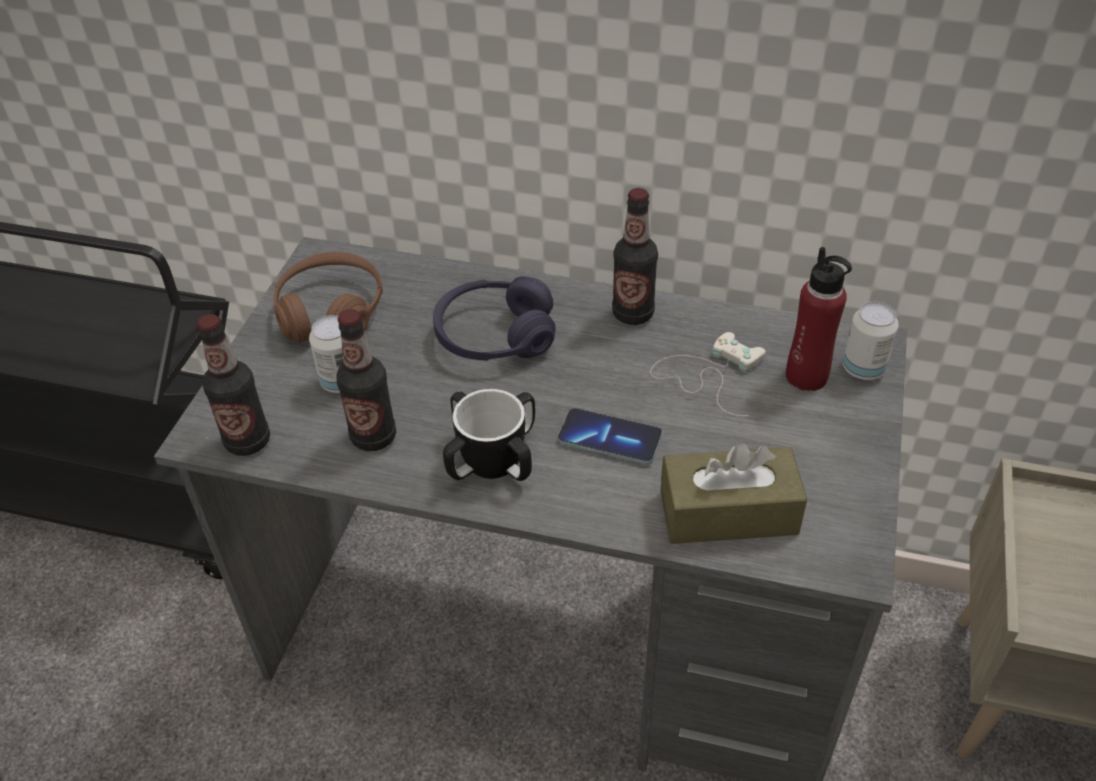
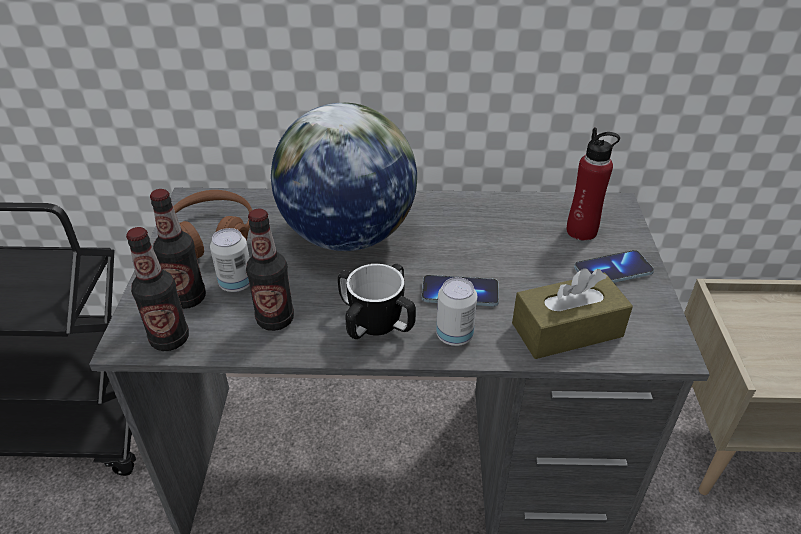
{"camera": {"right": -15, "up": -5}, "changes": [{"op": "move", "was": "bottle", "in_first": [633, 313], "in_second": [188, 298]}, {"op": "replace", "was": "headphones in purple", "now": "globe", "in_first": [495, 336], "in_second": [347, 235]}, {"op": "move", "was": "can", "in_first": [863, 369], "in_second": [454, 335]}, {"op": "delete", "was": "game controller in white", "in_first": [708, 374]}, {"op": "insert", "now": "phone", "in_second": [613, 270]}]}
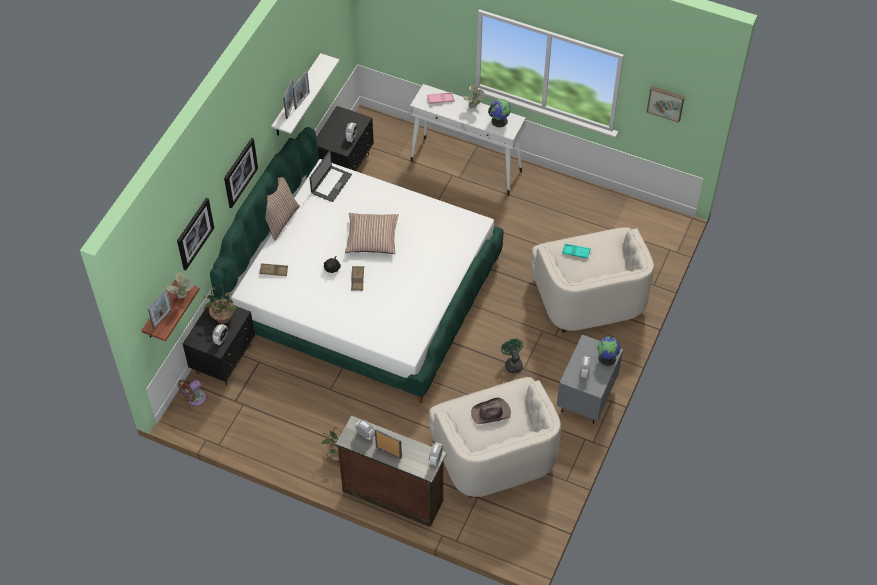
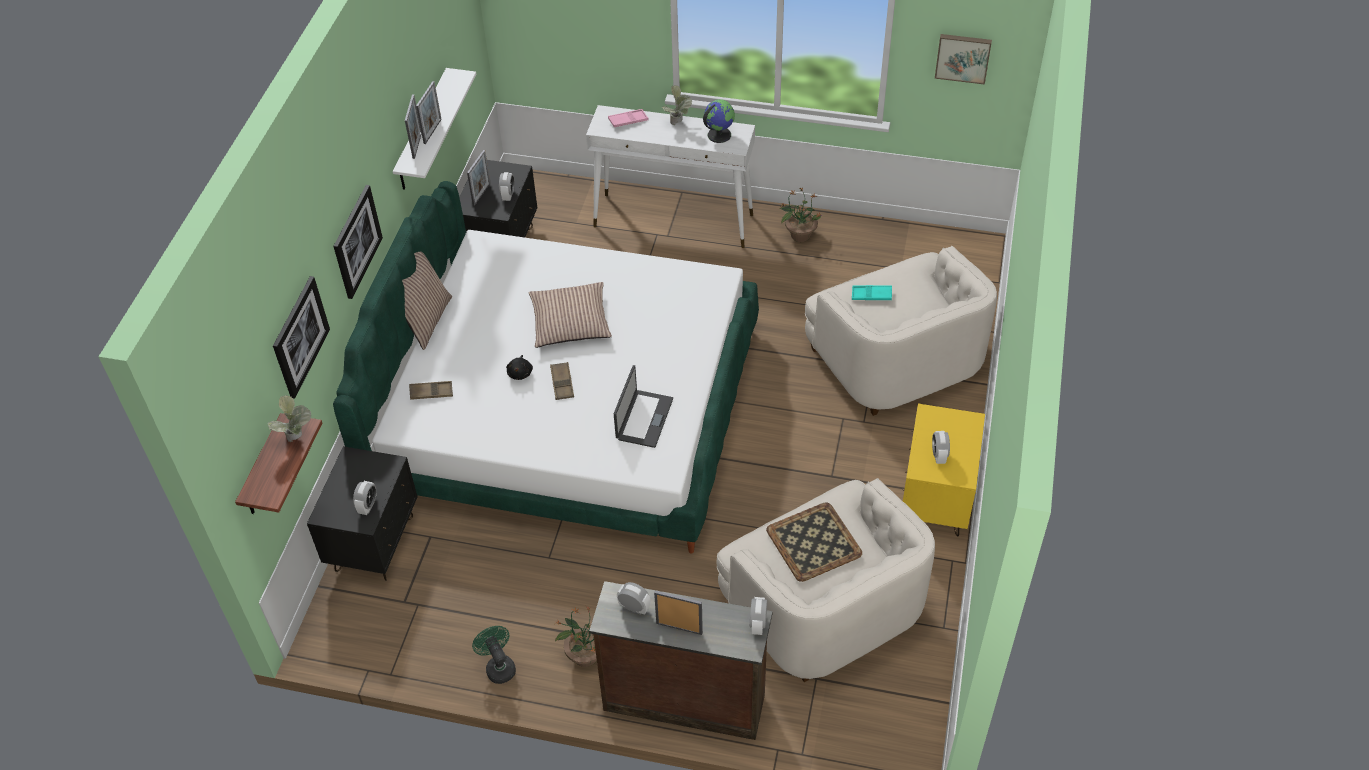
{"camera": {"right": -10, "up": -5}, "changes": [{"op": "move", "was": "laptop", "in_first": [331, 184], "in_second": [643, 419]}, {"op": "move", "was": "potted plant", "in_first": [223, 317], "in_second": [800, 235]}, {"op": "move", "was": "picture frame", "in_first": [162, 318], "in_second": [481, 194]}, {"op": "recolor", "was": "nightstand in grey", "now": "nightstand in yellow", "in_first": [586, 398], "in_second": [936, 501]}, {"op": "delete", "was": "globe", "in_first": [607, 358]}, {"op": "move", "was": "fan in green", "in_first": [512, 363], "in_second": [498, 666]}, {"op": "delete", "was": "fan in brown", "in_first": [194, 399]}, {"op": "replace", "was": "hat in brown", "now": "tray", "in_first": [491, 413], "in_second": [815, 542]}]}
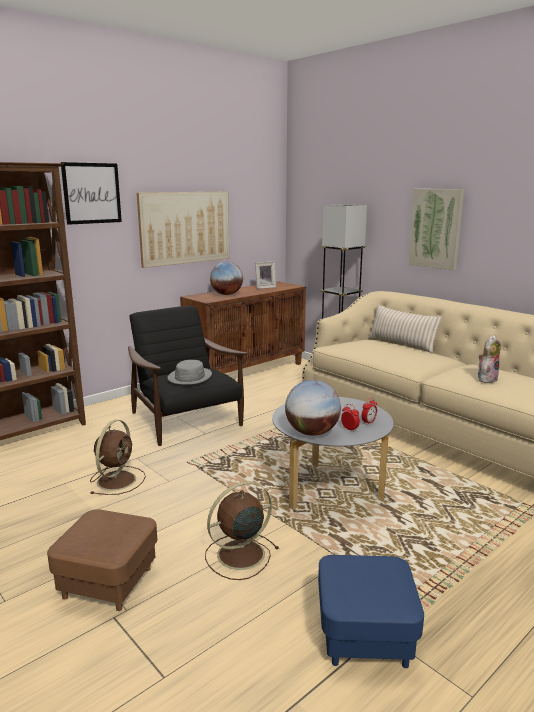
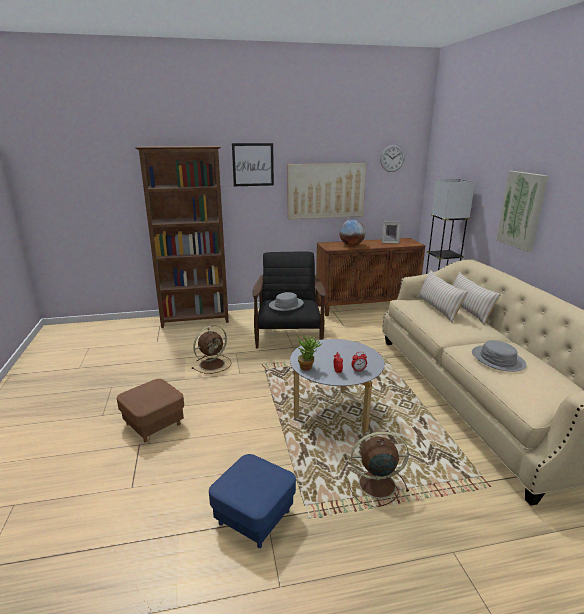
{"camera": {"right": 30, "up": 5}, "changes": [{"op": "replace", "was": "plush toy", "now": "hat in grey", "in_first": [486, 379], "in_second": [497, 359]}, {"op": "replace", "was": "globe", "now": "potted plant", "in_first": [312, 433], "in_second": [308, 367]}, {"op": "move", "was": "fan in brown", "in_first": [239, 555], "in_second": [375, 484]}, {"op": "insert", "now": "wall clock", "in_second": [392, 158]}, {"op": "insert", "now": "pillow in beige", "in_second": [438, 309]}]}
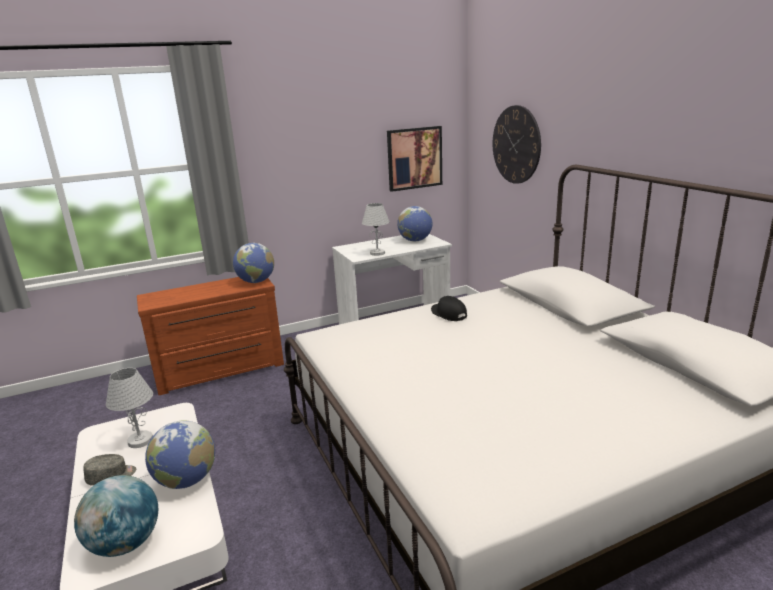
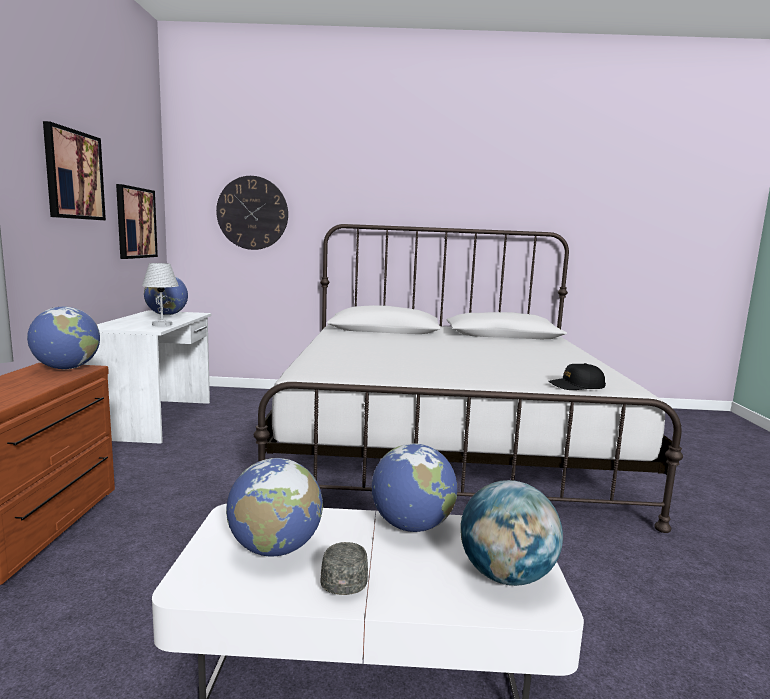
{"camera": {"right": -65, "up": -10}, "changes": [{"op": "move", "was": "cap in black", "in_first": [448, 314], "in_second": [576, 386]}, {"op": "replace", "was": "table lamp in white", "now": "globe", "in_first": [140, 441], "in_second": [275, 549]}, {"op": "insert", "now": "picture", "in_second": [74, 175]}]}
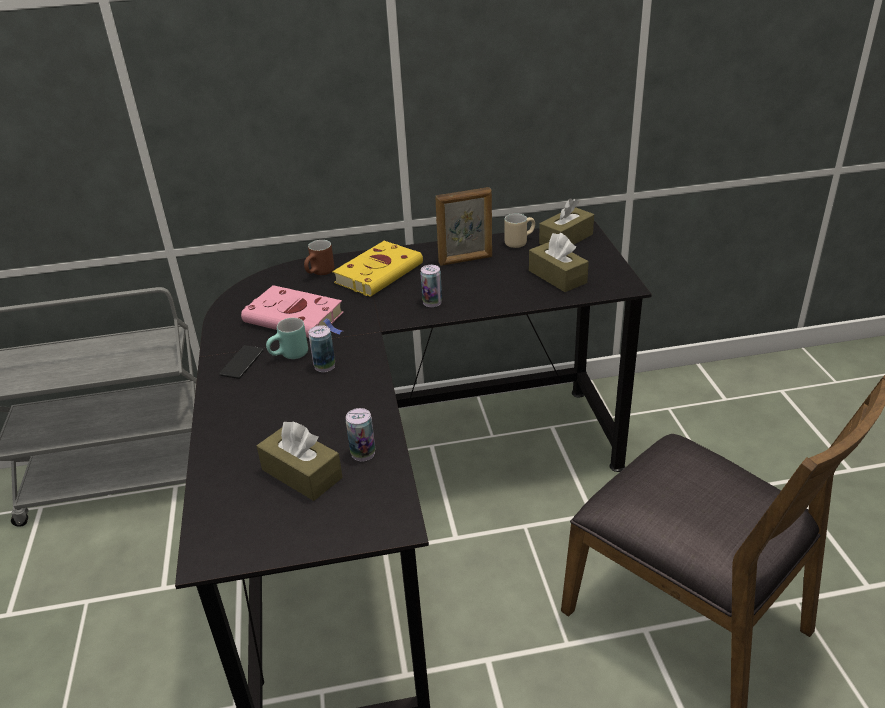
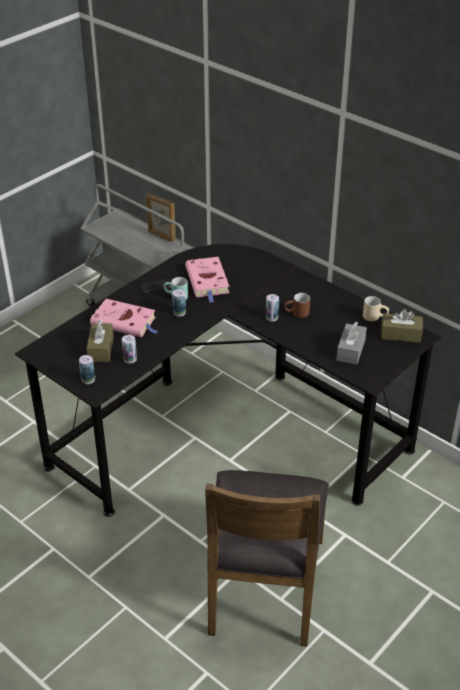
{"camera": {"right": 50, "up": 5}, "changes": [{"op": "move", "was": "picture frame", "in_first": [466, 260], "in_second": [161, 236]}, {"op": "recolor", "was": "tissue box in brown", "now": "tissue box in grey", "in_first": [557, 277], "in_second": [350, 350]}, {"op": "move", "was": "mug in brown", "in_first": [321, 273], "in_second": [297, 315]}, {"op": "delete", "was": "book in yellow", "in_first": [380, 272]}, {"op": "insert", "now": "book in pink", "in_second": [125, 322]}, {"op": "insert", "now": "can", "in_second": [88, 379]}]}
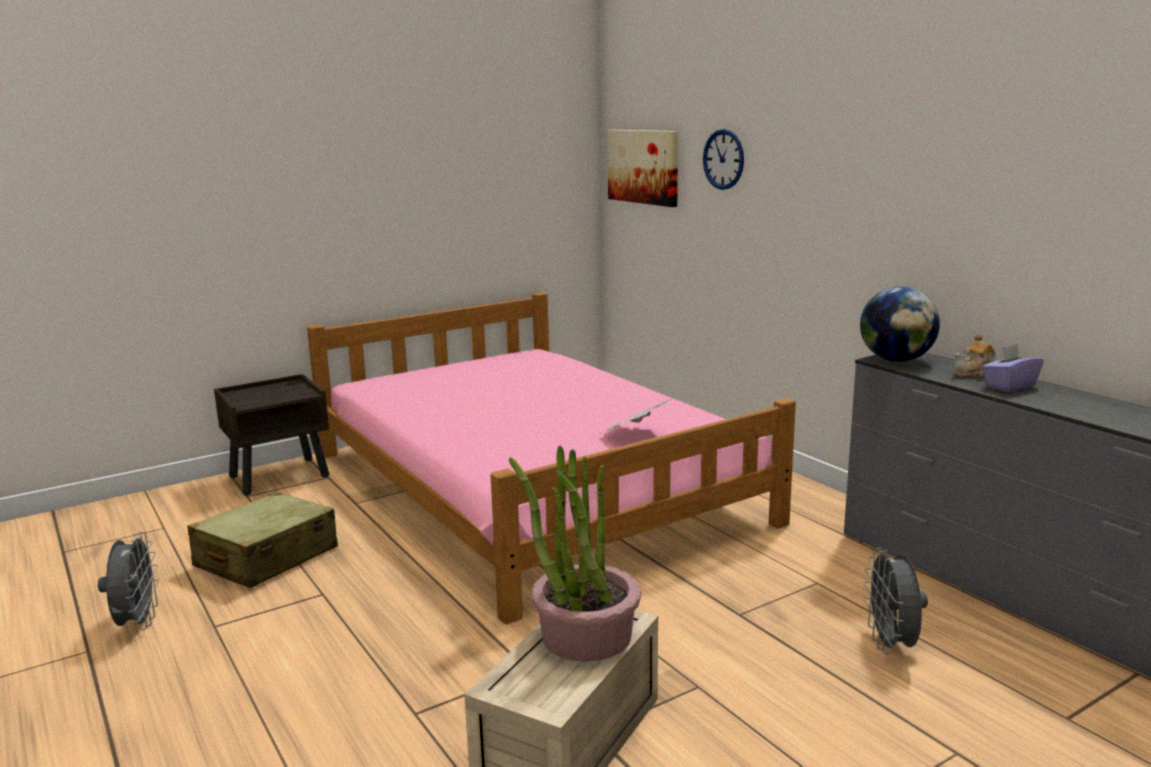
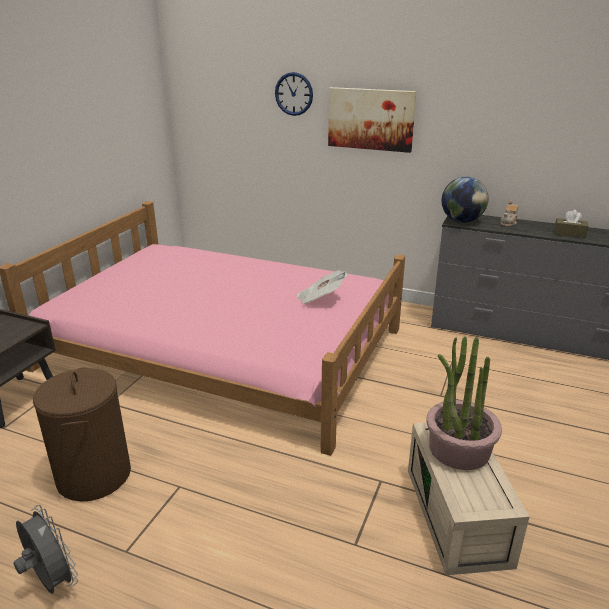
{"camera": {"right": -35, "up": 10}, "changes": [{"op": "move", "was": "picture", "in_first": [643, 166], "in_second": [371, 119]}, {"op": "delete", "was": "tissue box in purple", "in_first": [1009, 386]}, {"op": "replace", "was": "suitcase in beige", "now": "laundry basket in brown", "in_first": [266, 558], "in_second": [94, 476]}, {"op": "delete", "was": "fan in grey", "in_first": [891, 645]}, {"op": "insert", "now": "tissue box in brown", "in_second": [569, 234]}]}
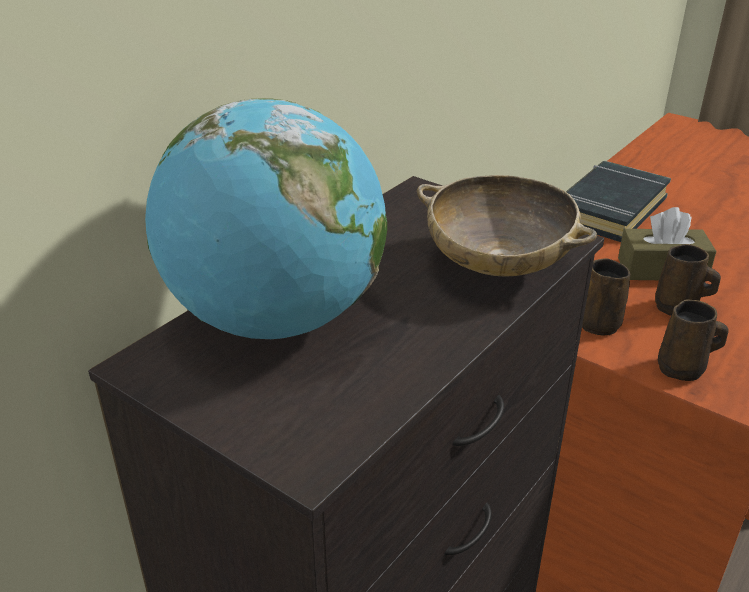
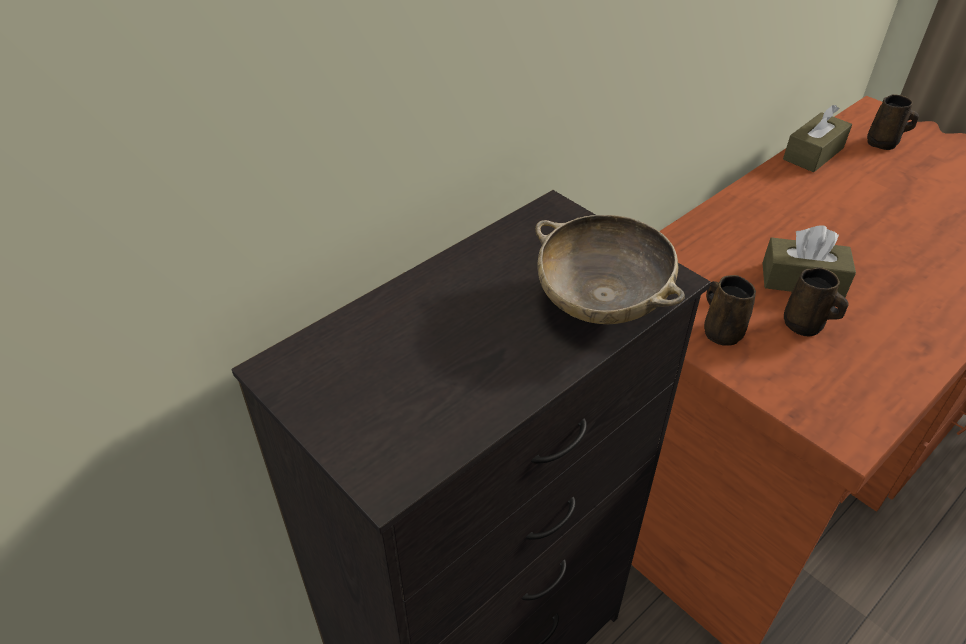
{"camera": {"right": 10, "up": 10}, "changes": [{"op": "delete", "was": "globe", "in_first": [276, 320]}, {"op": "delete", "was": "book in black", "in_first": [609, 209]}, {"op": "move", "was": "mug in brown", "in_first": [683, 369], "in_second": [883, 144]}, {"op": "insert", "now": "tissue box in brown", "in_second": [813, 153]}]}
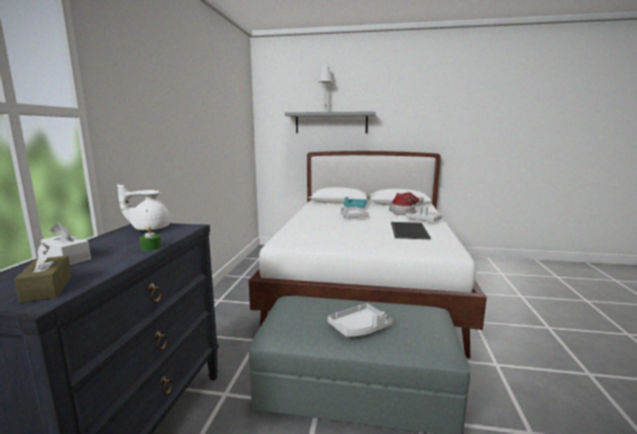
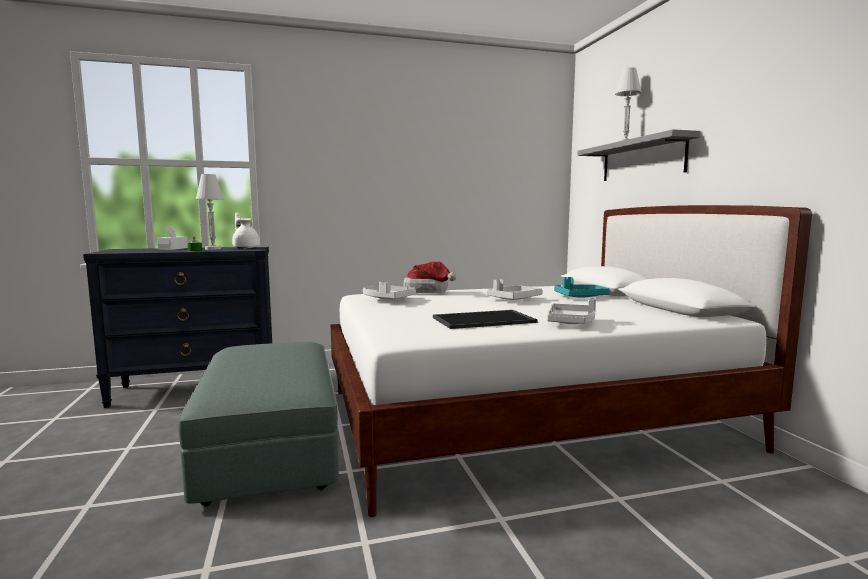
{"camera": {"right": 65, "up": -5}, "changes": [{"op": "move", "was": "hat", "in_first": [403, 212], "in_second": [429, 291]}, {"op": "delete", "was": "tissue box in brown", "in_first": [47, 288]}, {"op": "move", "was": "tray in grey", "in_first": [360, 328], "in_second": [387, 299]}, {"op": "insert", "now": "table lamp in white", "in_second": [213, 249]}]}
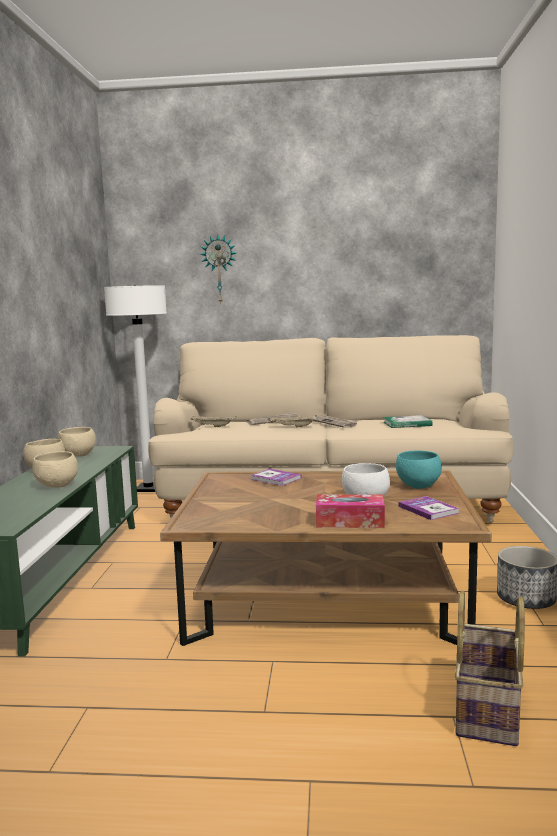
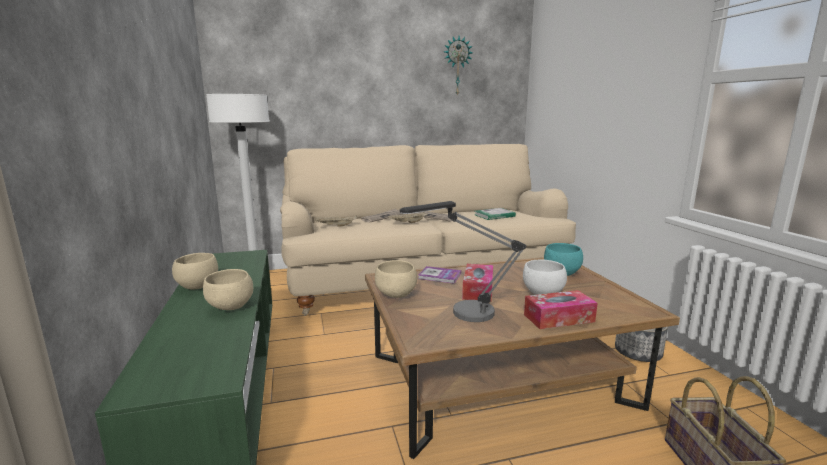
{"camera": {"right": -20, "up": 5}, "changes": [{"op": "move", "was": "wall clock", "in_first": [219, 269], "in_second": [457, 66]}, {"op": "move", "was": "bowl in beige", "in_first": [79, 455], "in_second": [397, 295]}, {"op": "delete", "was": "book", "in_first": [428, 510]}, {"op": "insert", "now": "table lamp", "in_second": [462, 315]}, {"op": "insert", "now": "tissue box", "in_second": [478, 289]}]}
